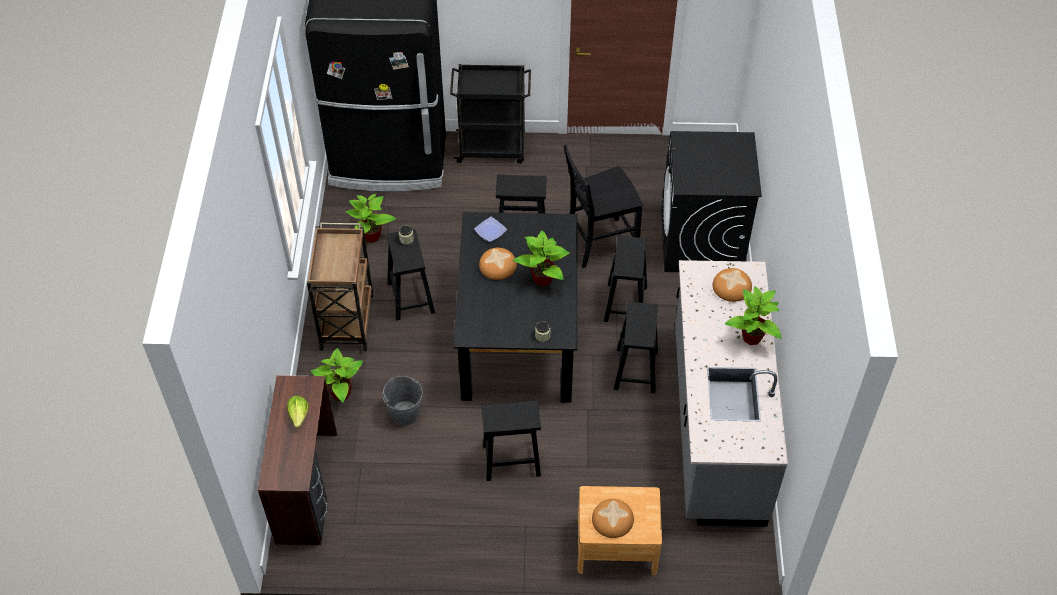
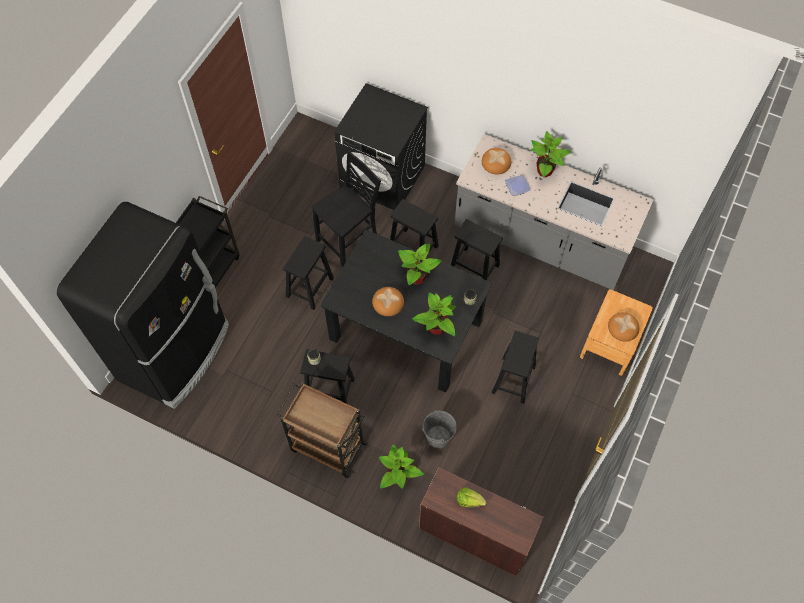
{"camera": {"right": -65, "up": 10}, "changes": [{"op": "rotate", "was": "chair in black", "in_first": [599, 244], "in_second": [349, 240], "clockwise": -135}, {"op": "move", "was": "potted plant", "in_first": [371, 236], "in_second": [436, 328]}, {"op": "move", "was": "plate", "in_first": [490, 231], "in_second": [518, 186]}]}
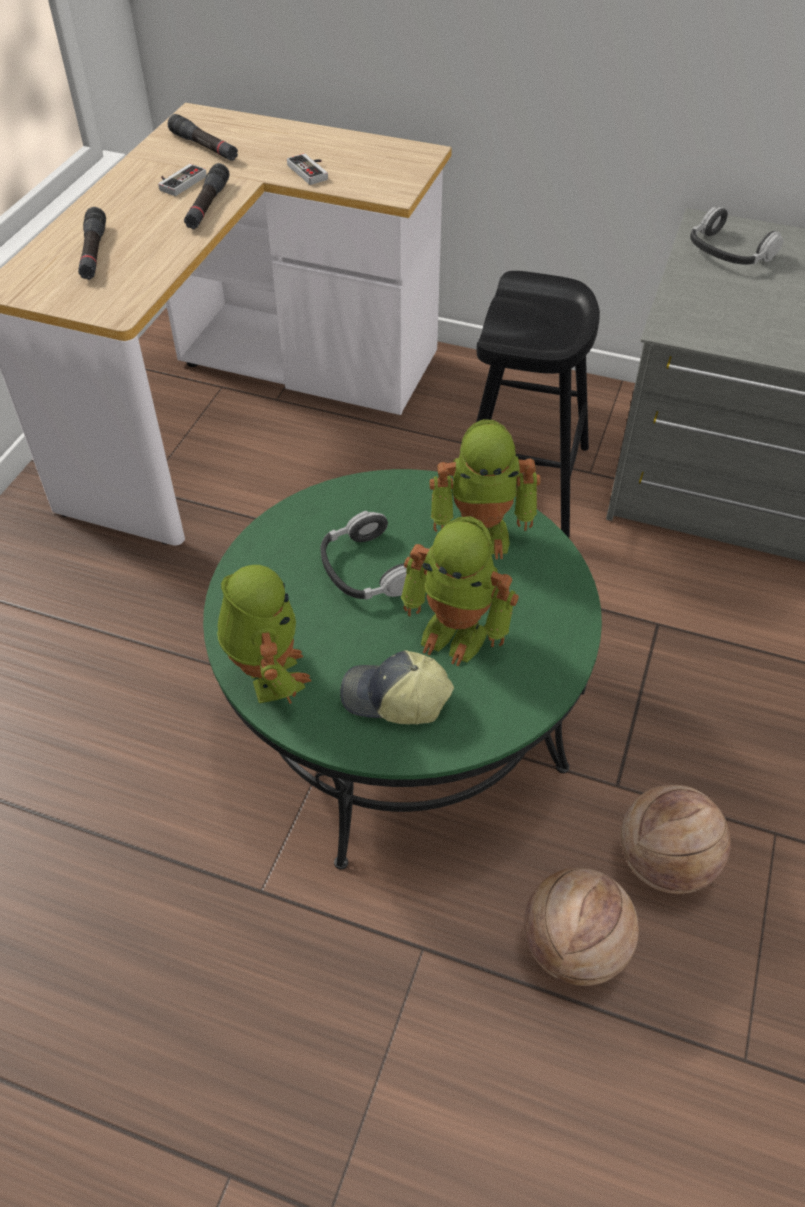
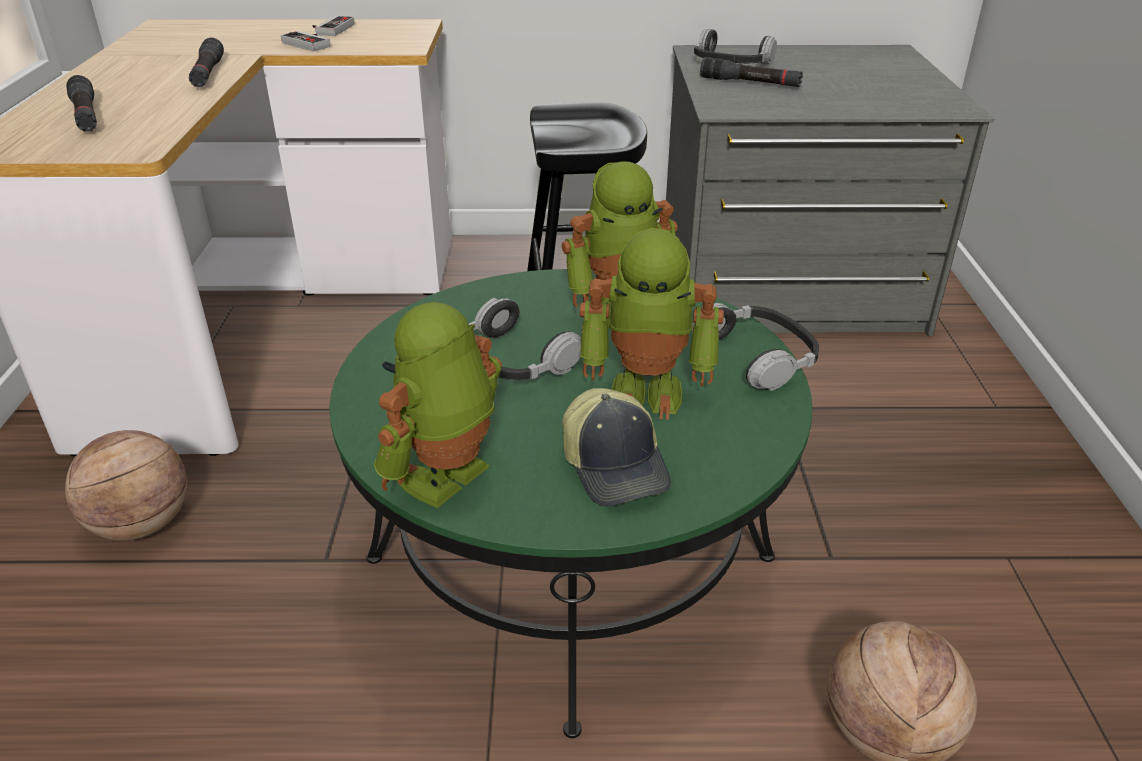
{"camera": {"right": -20, "up": -15}, "changes": [{"op": "move", "was": "flashlight in black", "in_first": [204, 147], "in_second": [750, 83]}, {"op": "move", "was": "game controller", "in_first": [179, 182], "in_second": [331, 29]}, {"op": "rotate", "was": "toy robot", "in_first": [267, 675], "in_second": [448, 479], "clockwise": -105}, {"op": "rotate", "was": "cap", "in_first": [394, 699], "in_second": [616, 466], "clockwise": -105}, {"op": "move", "was": "basketball", "in_first": [663, 862], "in_second": [141, 525]}, {"op": "insert", "now": "headphones", "in_second": [757, 356]}]}
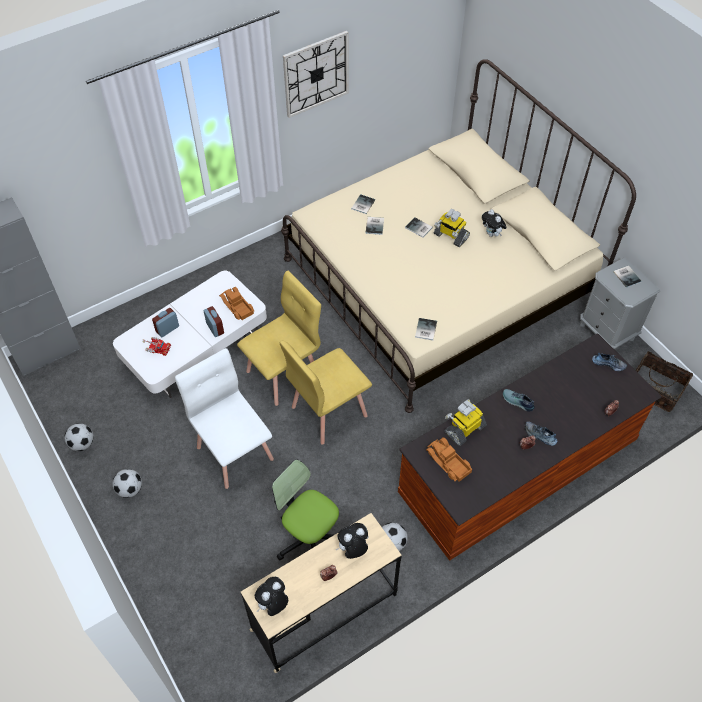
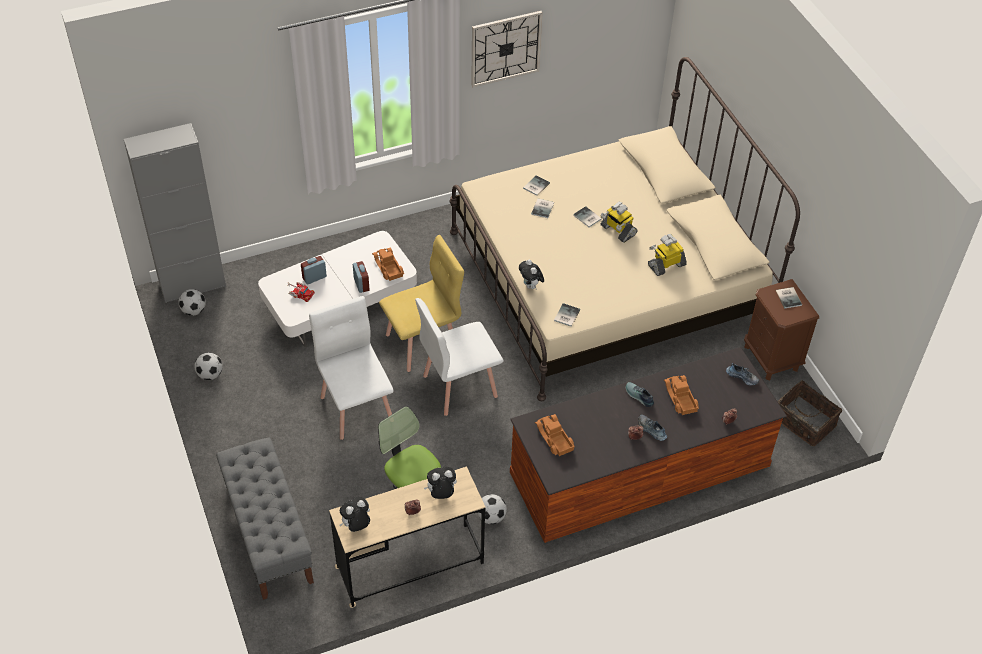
{"camera": {"right": 10, "up": -5}, "changes": [{"op": "move", "was": "plush toy", "in_first": [492, 234], "in_second": [531, 286]}, {"op": "recolor", "was": "nightstand in grey", "now": "nightstand in brown", "in_first": [607, 331], "in_second": [771, 358]}, {"op": "recolor", "was": "chair in yellow", "now": "chair in white", "in_first": [328, 411], "in_second": [459, 386]}, {"op": "move", "was": "toy robot", "in_first": [464, 429], "in_second": [666, 265]}, {"op": "move", "was": "football", "in_first": [130, 489], "in_second": [194, 311]}, {"op": "insert", "now": "toy truck", "in_second": [680, 398]}, {"op": "insert", "now": "bench in grey", "in_second": [268, 533]}]}
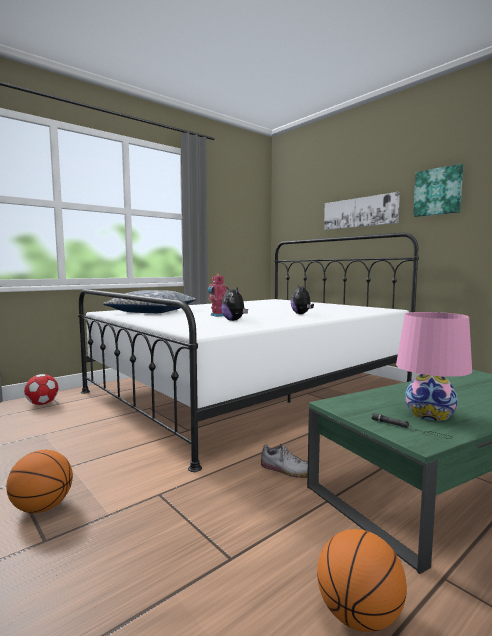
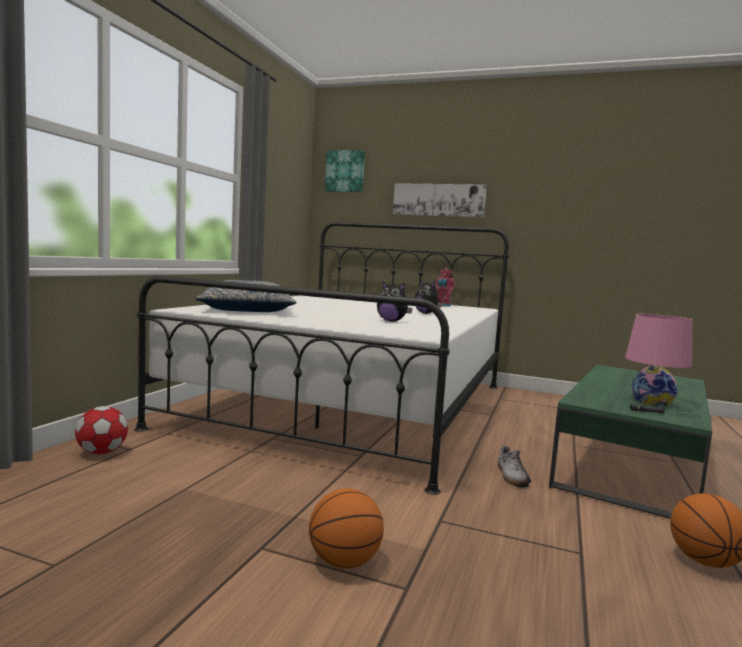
{"camera": {"right": -30, "up": 0}, "changes": [{"op": "move", "was": "picture", "in_first": [438, 192], "in_second": [345, 171]}, {"op": "move", "was": "toy robot", "in_first": [217, 315], "in_second": [442, 305]}, {"op": "rotate", "was": "shoe", "in_first": [287, 470], "in_second": [512, 476], "clockwise": 90}]}
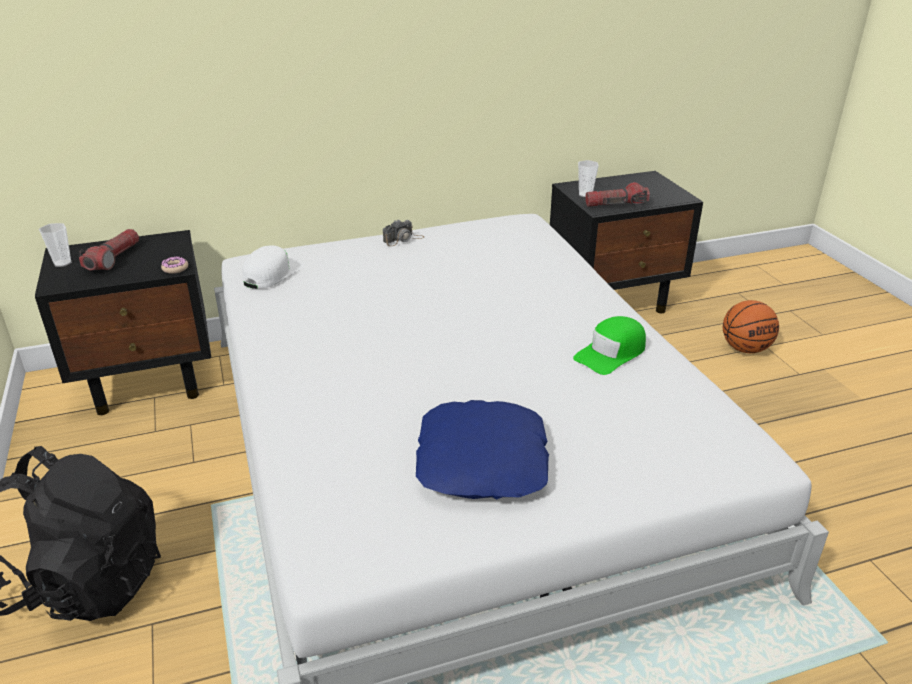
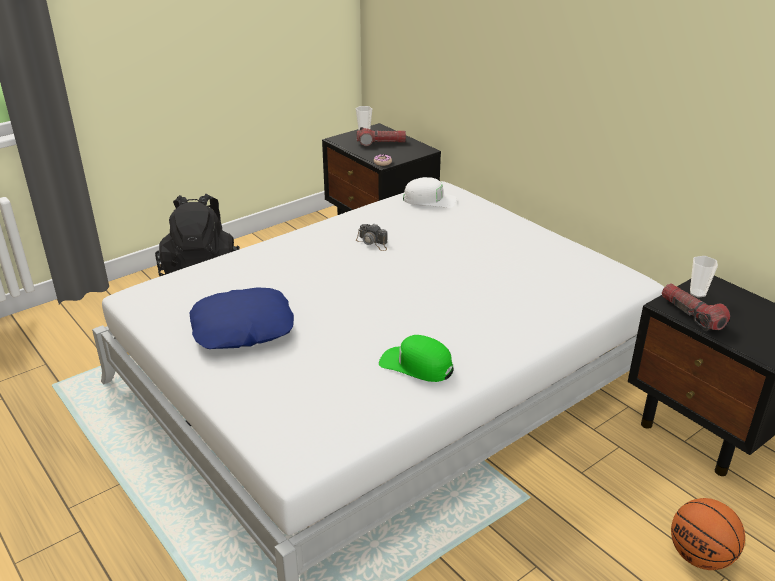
{"camera": {"right": 70, "up": 0}, "changes": [{"op": "move", "was": "photo camera", "in_first": [403, 239], "in_second": [373, 243]}]}
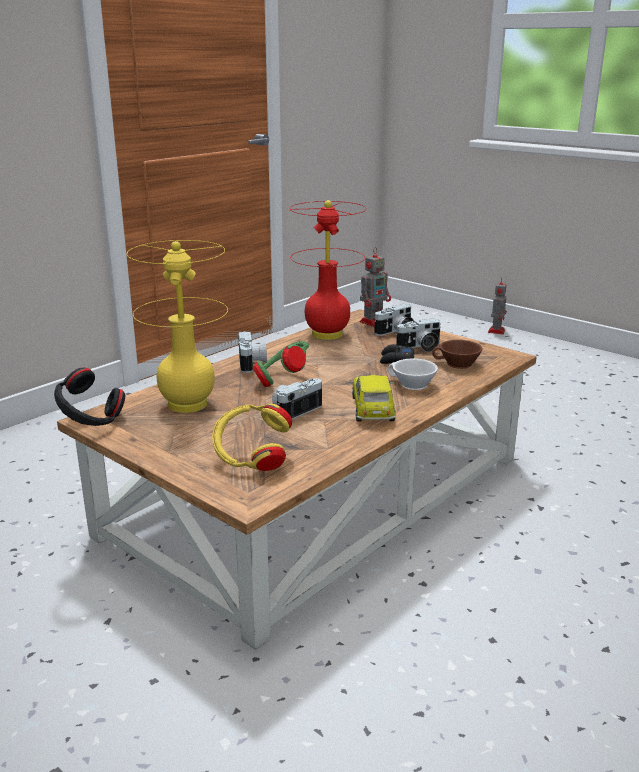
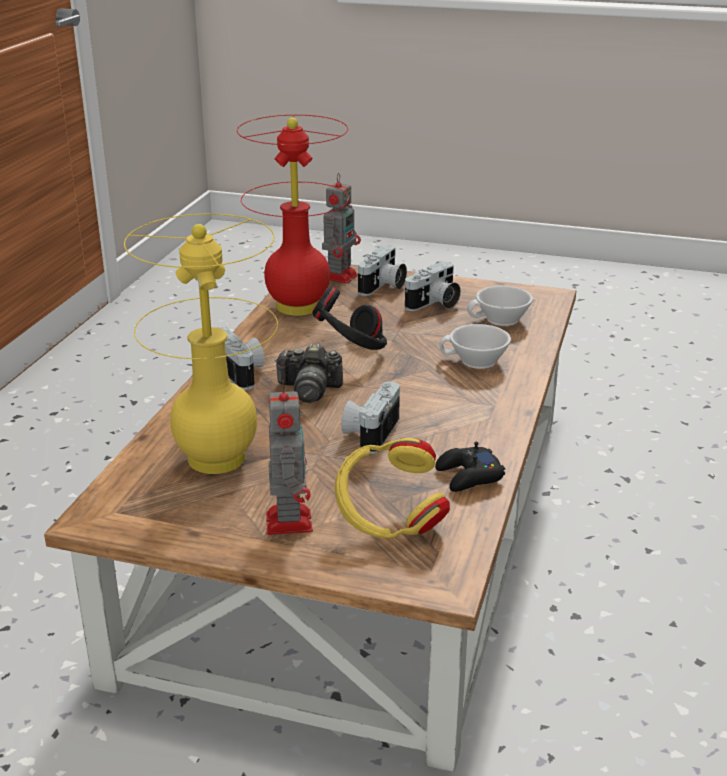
{"camera": {"right": -25, "up": 5}, "changes": [{"op": "move", "was": "toy robot", "in_first": [496, 331], "in_second": [288, 520]}, {"op": "recolor", "was": "cup in brown", "now": "cup in white", "in_first": [458, 364], "in_second": [501, 320]}, {"op": "replace", "was": "headphones in green", "now": "photo camera", "in_first": [283, 380], "in_second": [309, 390]}, {"op": "move", "was": "game controller in black", "in_first": [396, 360], "in_second": [469, 476]}, {"op": "move", "was": "headphones in black", "in_first": [91, 422], "in_second": [352, 350]}, {"op": "delete", "was": "toy car", "in_first": [373, 409]}]}
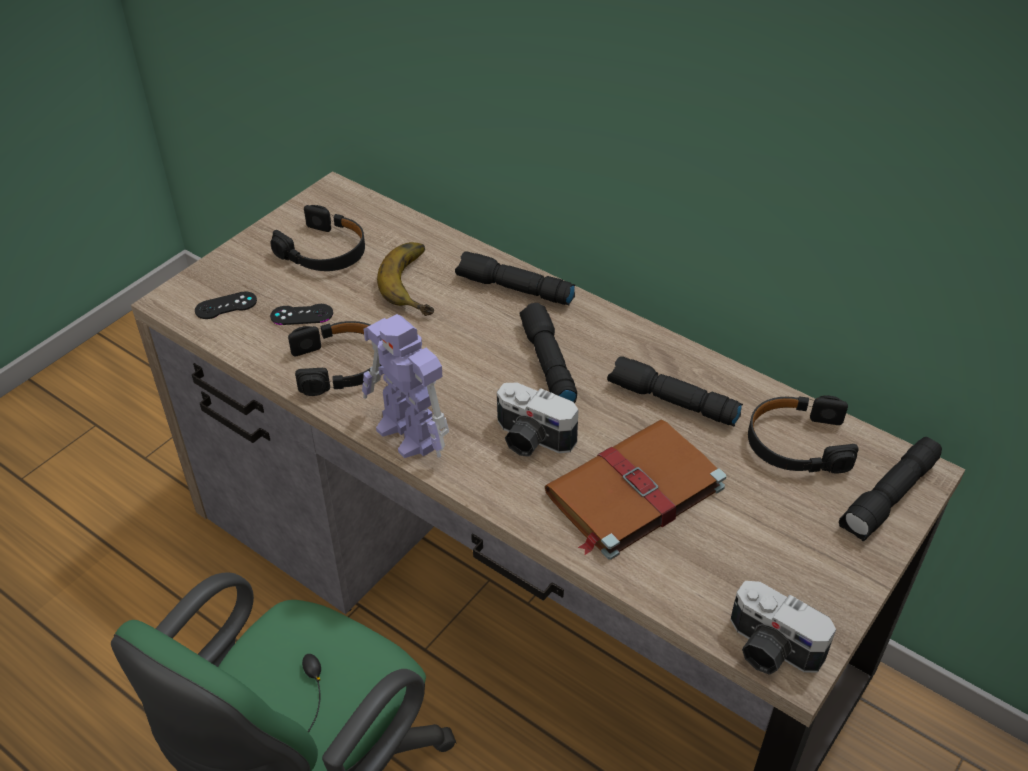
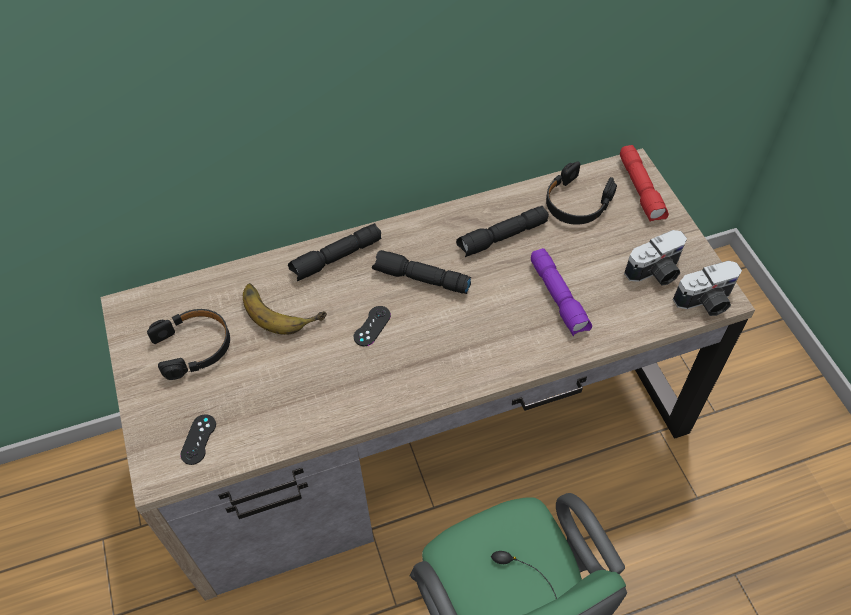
{"camera": {"right": -55, "up": 10}, "changes": [{"op": "move", "was": "game controller in black", "in_first": [301, 315], "in_second": [372, 326]}, {"op": "delete", "was": "toy robot", "in_first": [410, 434]}, {"op": "delete", "was": "headphones in black", "in_first": [341, 365]}, {"op": "move", "was": "photo camera", "in_first": [531, 440], "in_second": [656, 272]}, {"op": "replace", "was": "book in brown", "now": "flashlight in purple", "in_first": [632, 492], "in_second": [559, 297]}, {"op": "recolor", "was": "flashlight in black", "now": "flashlight in red", "in_first": [889, 498], "in_second": [641, 190]}]}
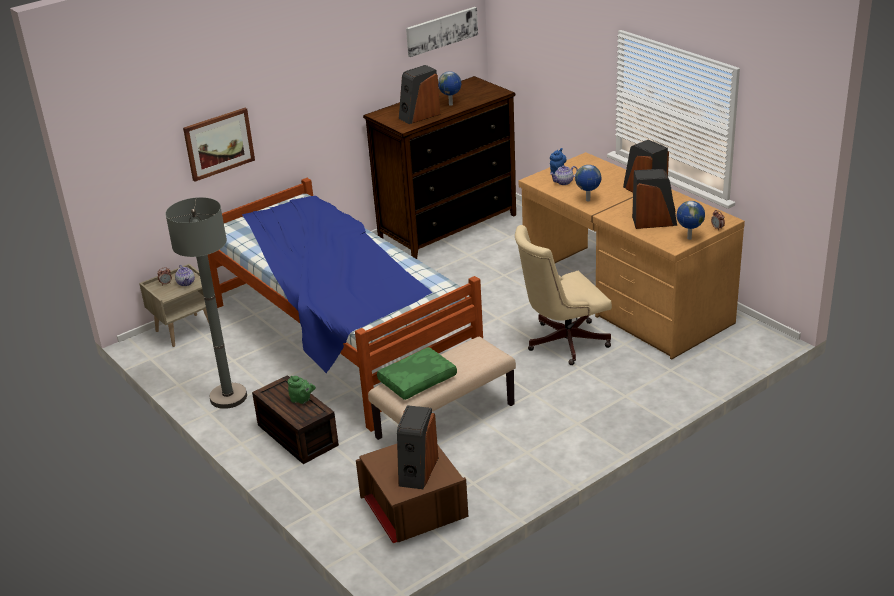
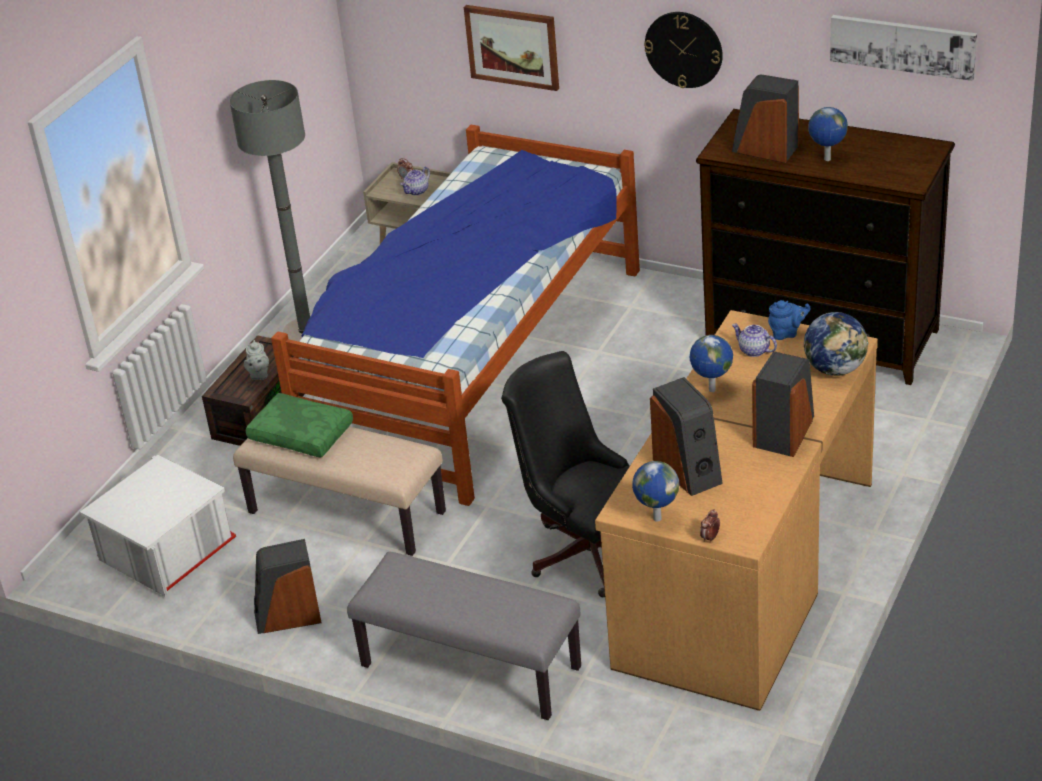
{"camera": {"right": 65, "up": 5}, "changes": [{"op": "recolor", "was": "office chair in beige", "now": "office chair in black", "in_first": [562, 342], "in_second": [586, 549]}, {"op": "recolor", "was": "teapot in green", "now": "teapot in grey", "in_first": [302, 400], "in_second": [259, 375]}, {"op": "move", "was": "speaker", "in_first": [417, 471], "in_second": [288, 616]}, {"op": "recolor", "was": "storage box in brown", "now": "storage box in white", "in_first": [413, 510], "in_second": [165, 552]}, {"op": "insert", "now": "wall clock", "in_second": [684, 49]}, {"op": "insert", "now": "globe", "in_second": [835, 369]}, {"op": "insert", "now": "bench in grey", "in_second": [469, 667]}]}
